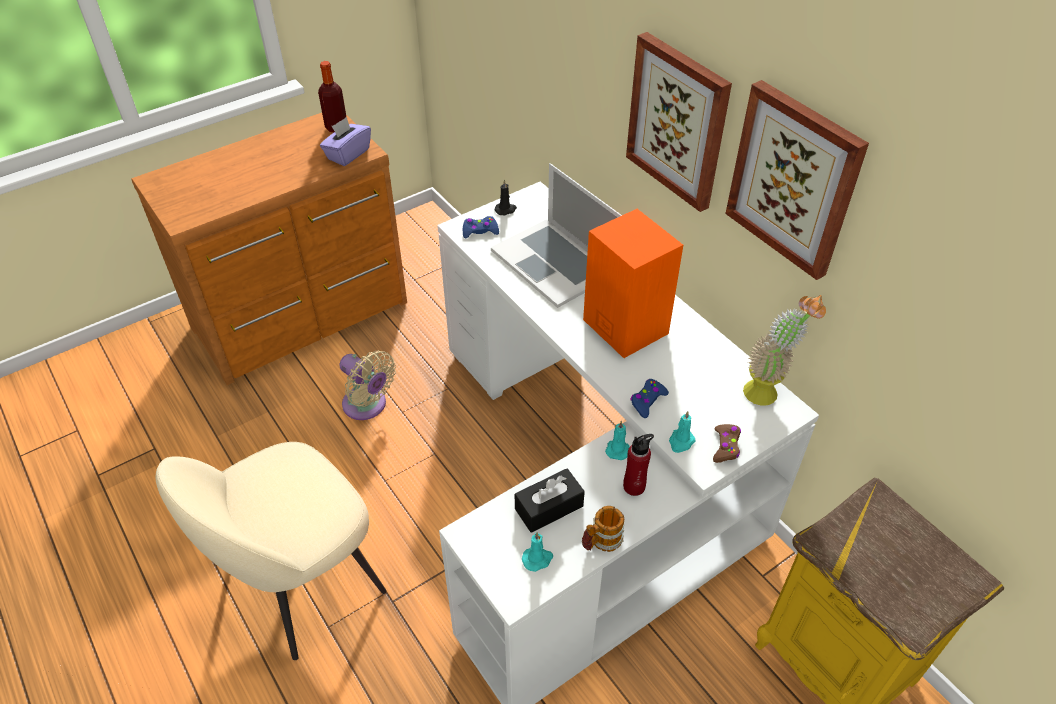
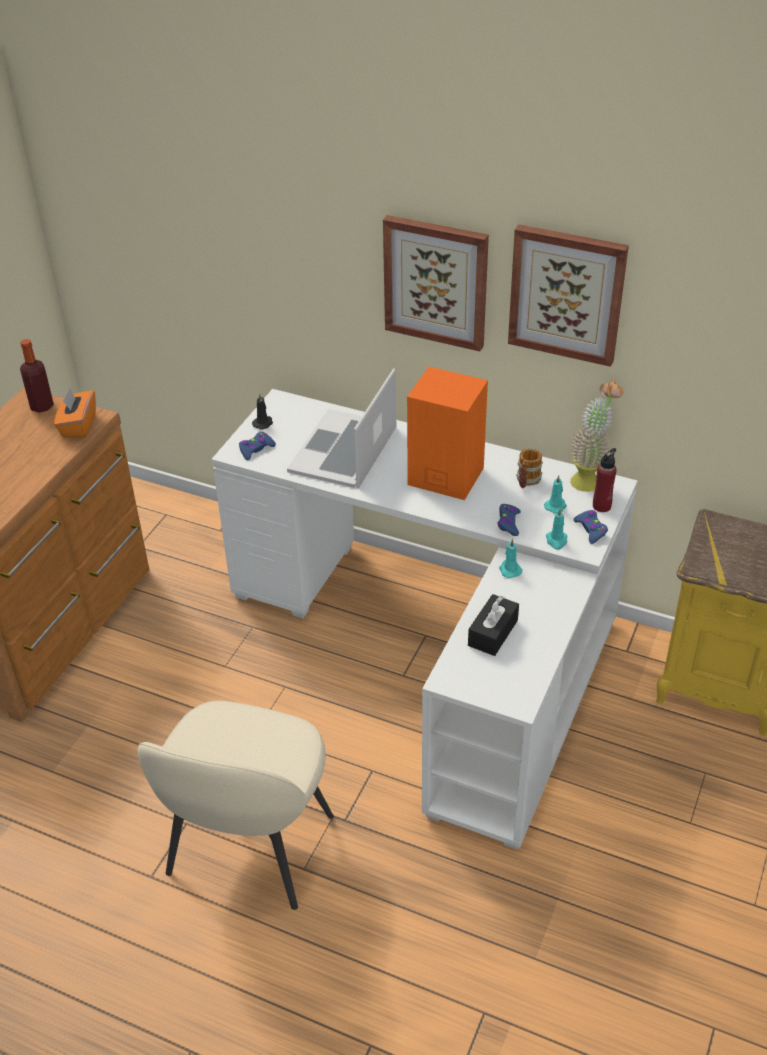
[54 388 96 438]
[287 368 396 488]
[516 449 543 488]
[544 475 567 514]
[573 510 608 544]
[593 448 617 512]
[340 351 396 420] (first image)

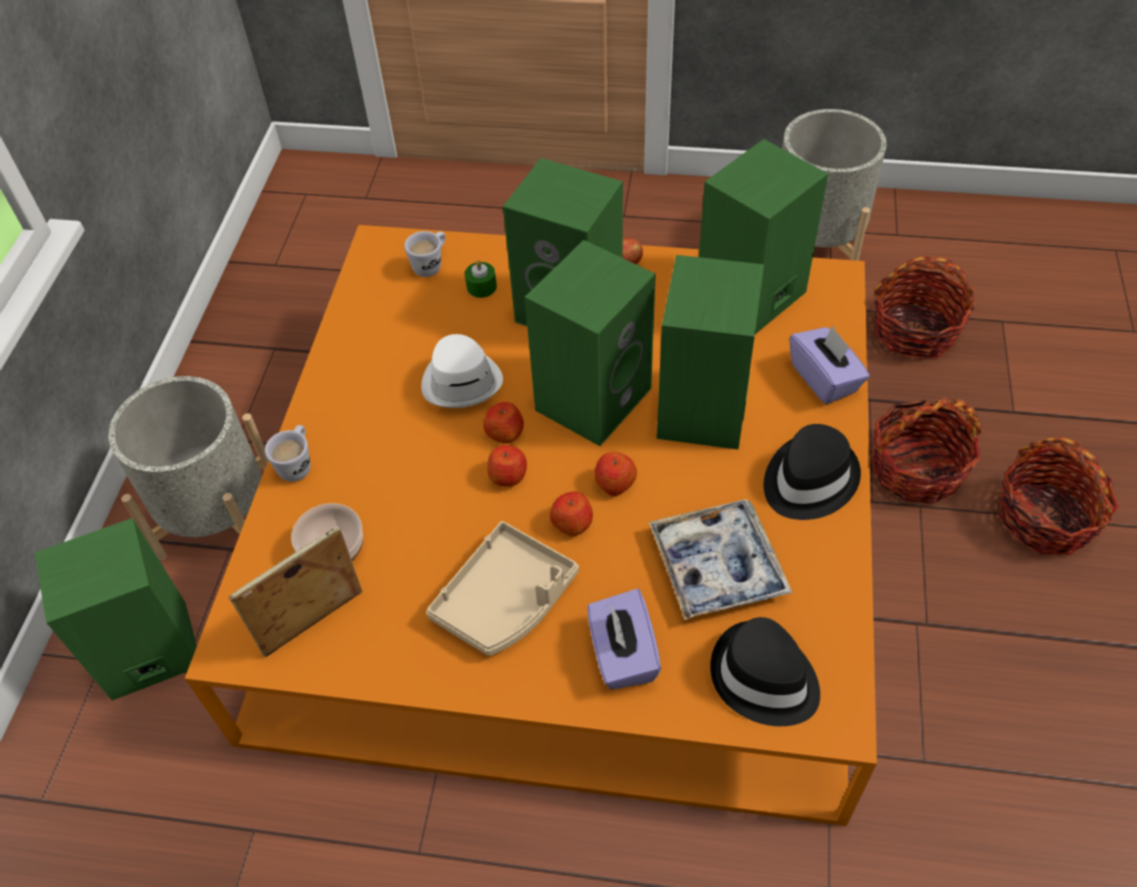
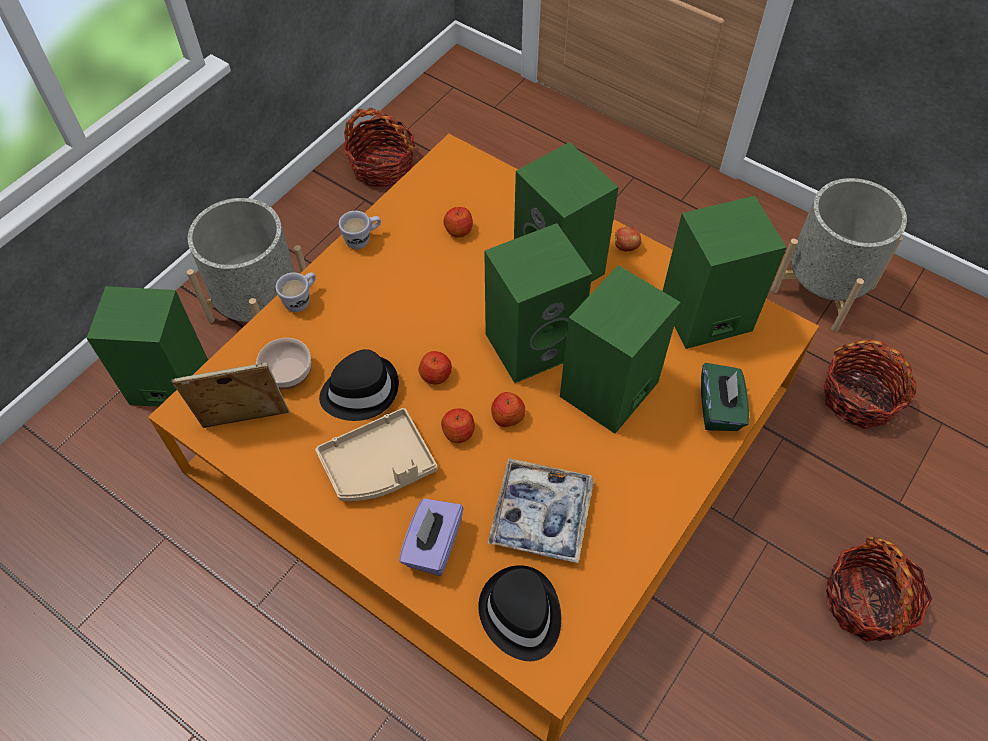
[319 349 399 421]
[339 211 381 249]
[343 107 415 187]
[443 207 473 238]
[701 363 749 431]
[421 334 503 408] (first image)
[465 260 497 298] (first image)

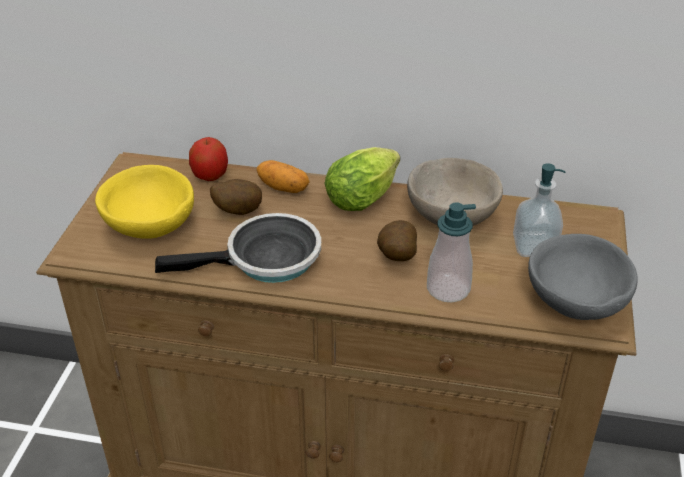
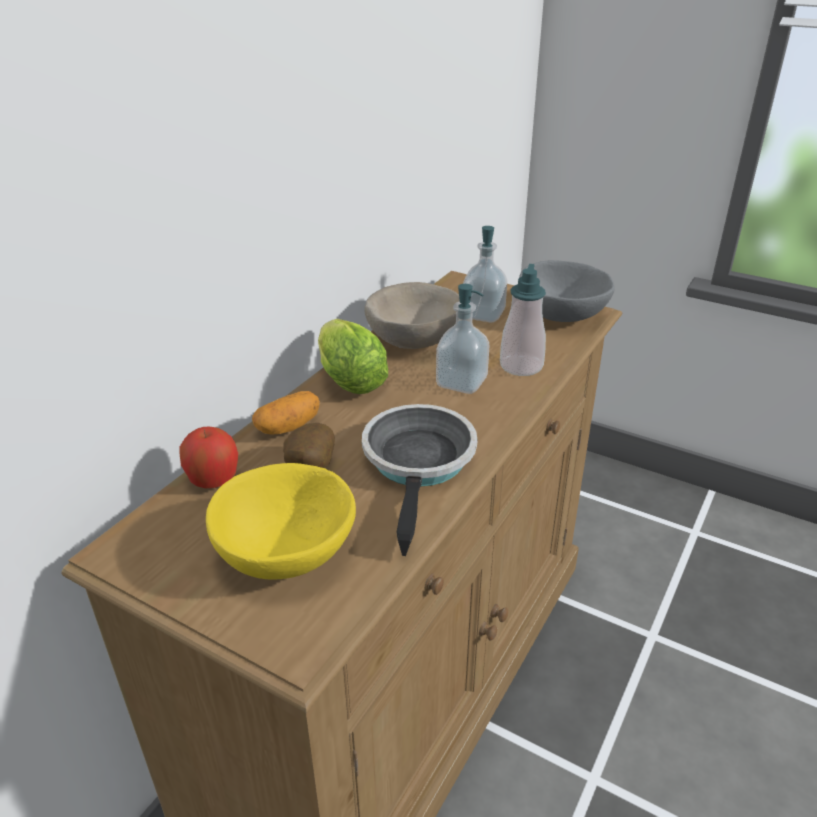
[436 284 489 394]

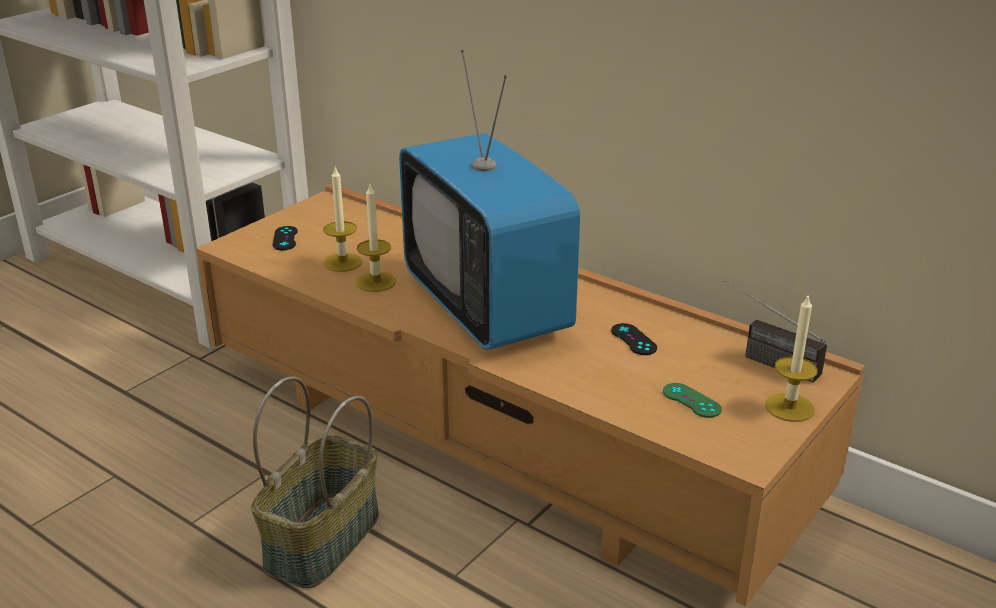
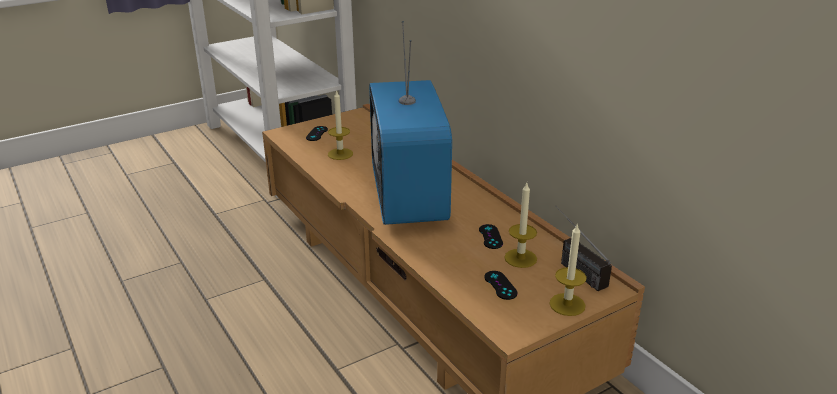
[484 271 518 300]
[504 183 537 268]
[251 377 379 588] (first image)

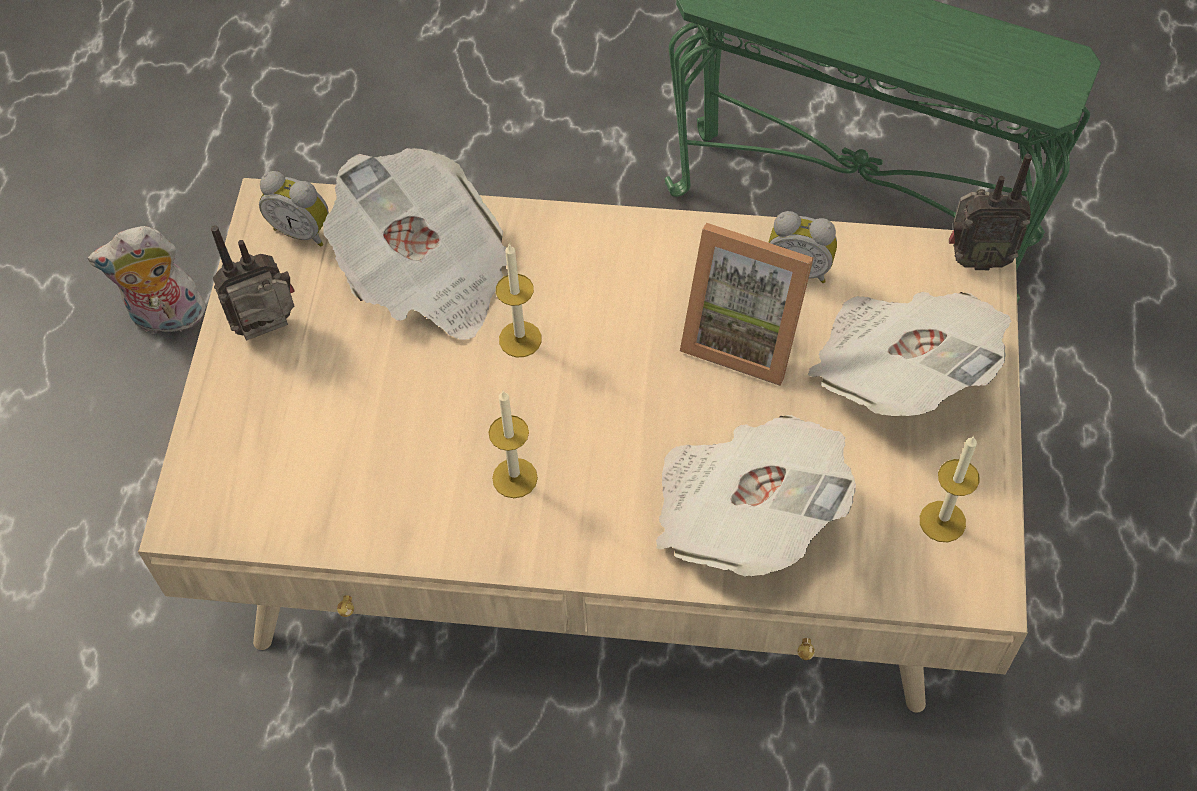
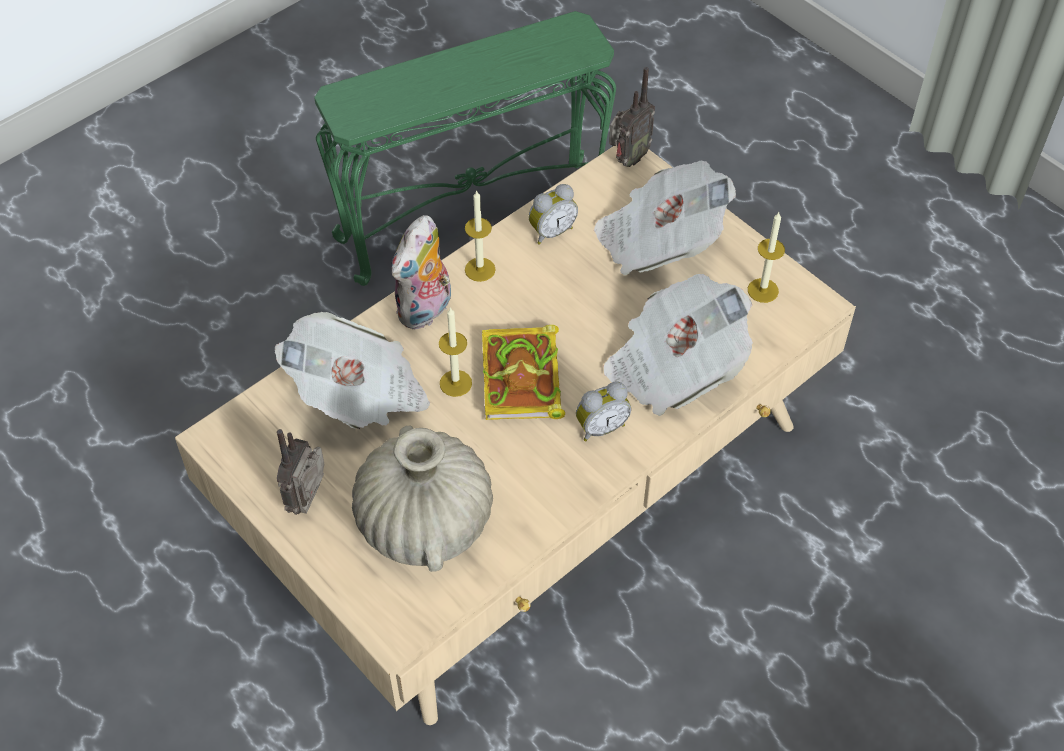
[352 425 493 572]
[391 215 451 330]
[465 190 496 282]
[482 325 565 420]
[576 381 631 441]
[680 223 814 386] (first image)

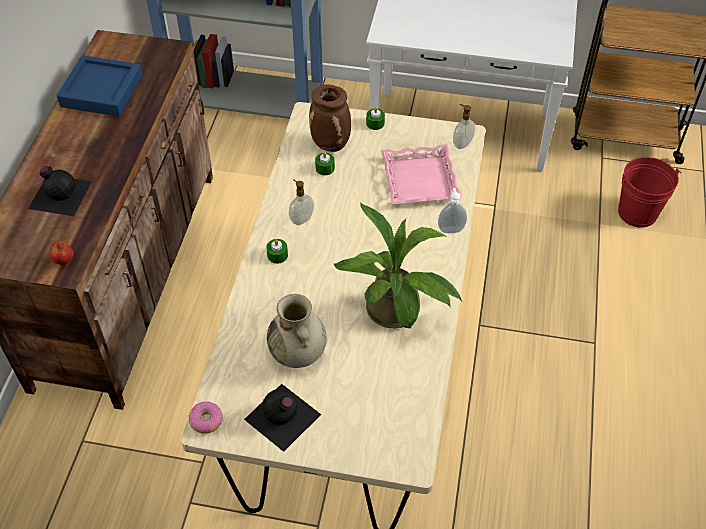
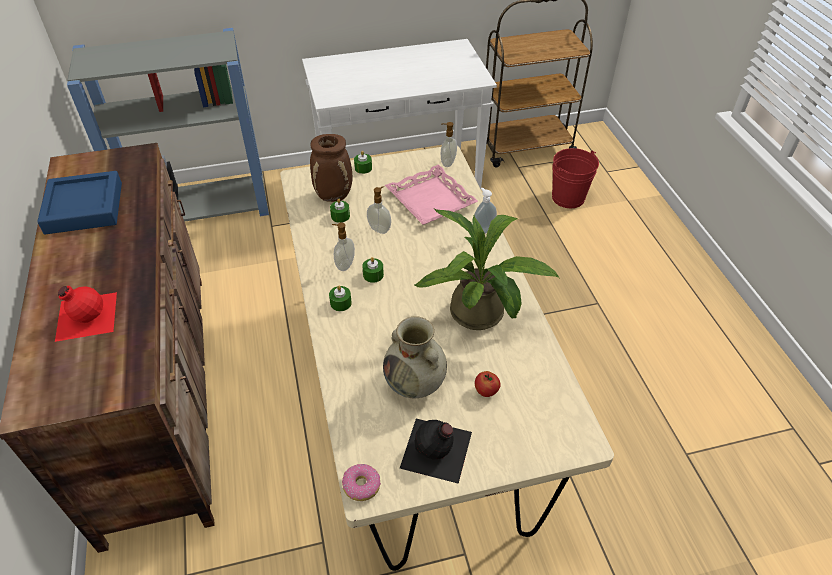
[55 286 117 342]
[362 257 384 283]
[367 186 391 234]
[475 371 500 397]

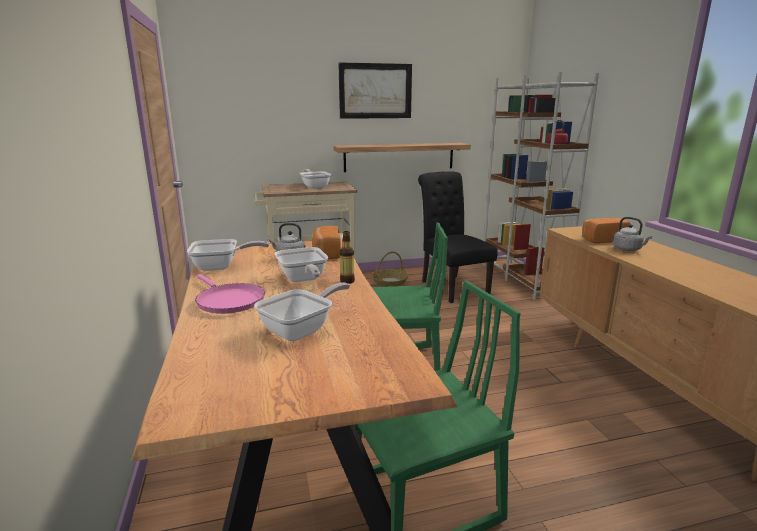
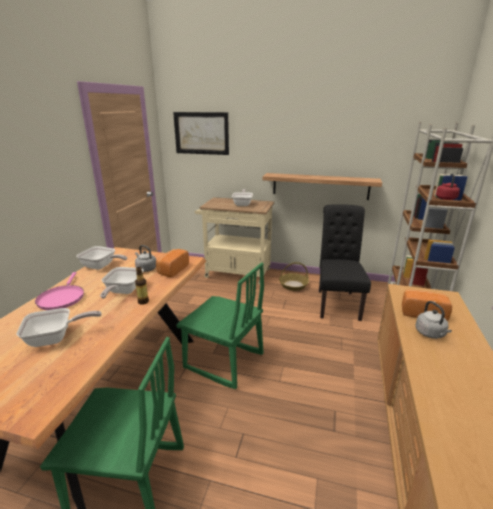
[173 112 229 155]

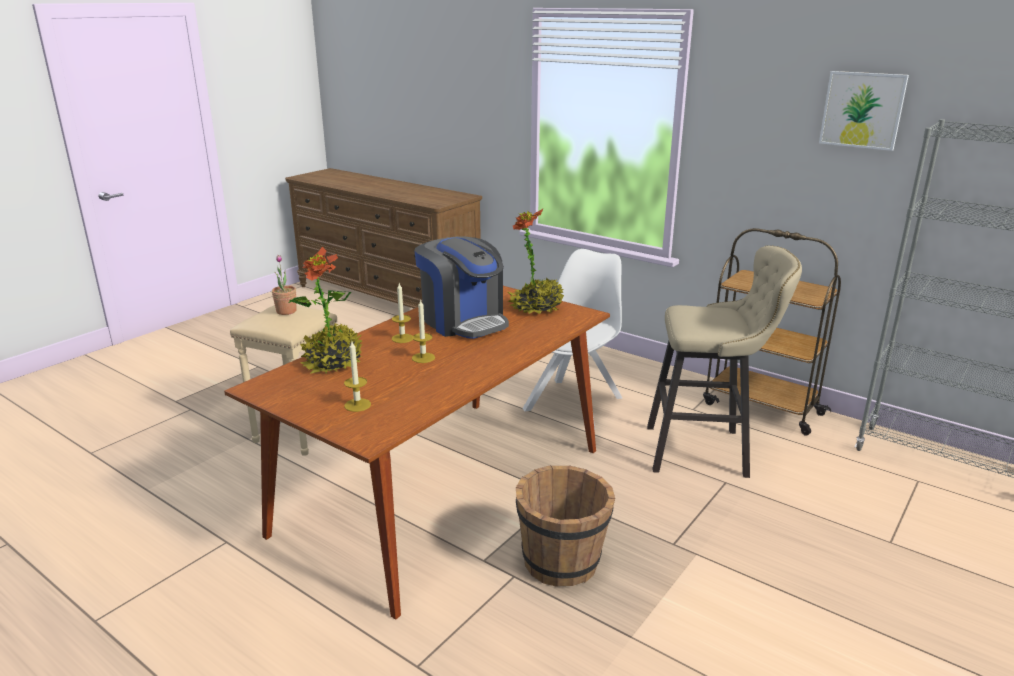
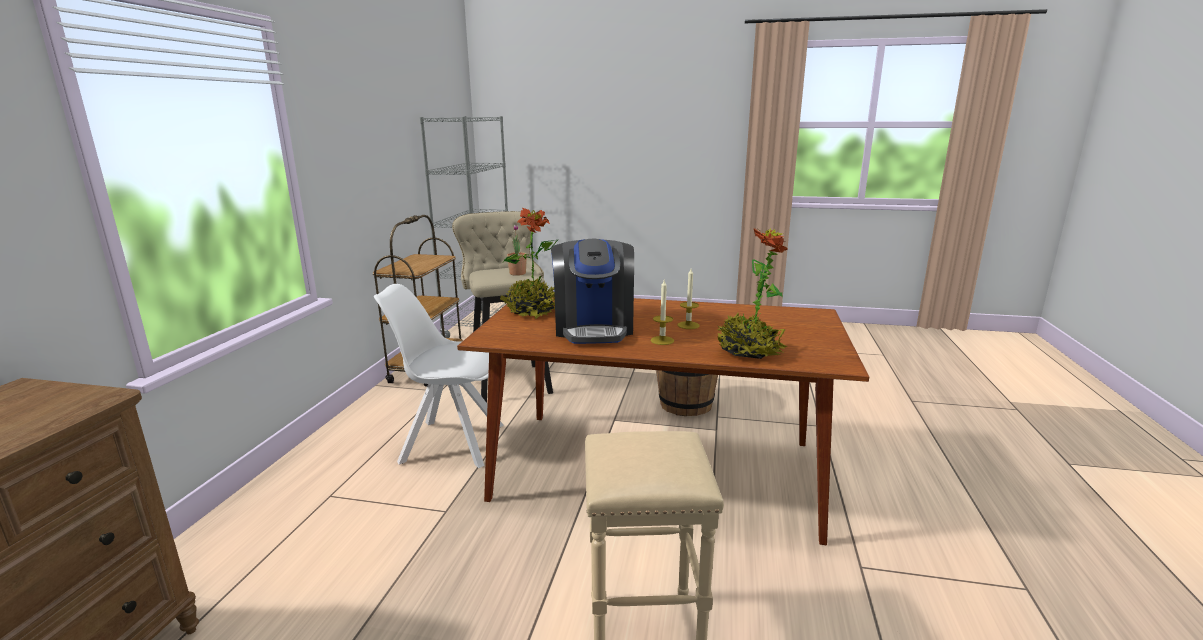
[507 224 527 276]
[551 239 634 344]
[344 341 371 412] (first image)
[819 71 909 151] (first image)

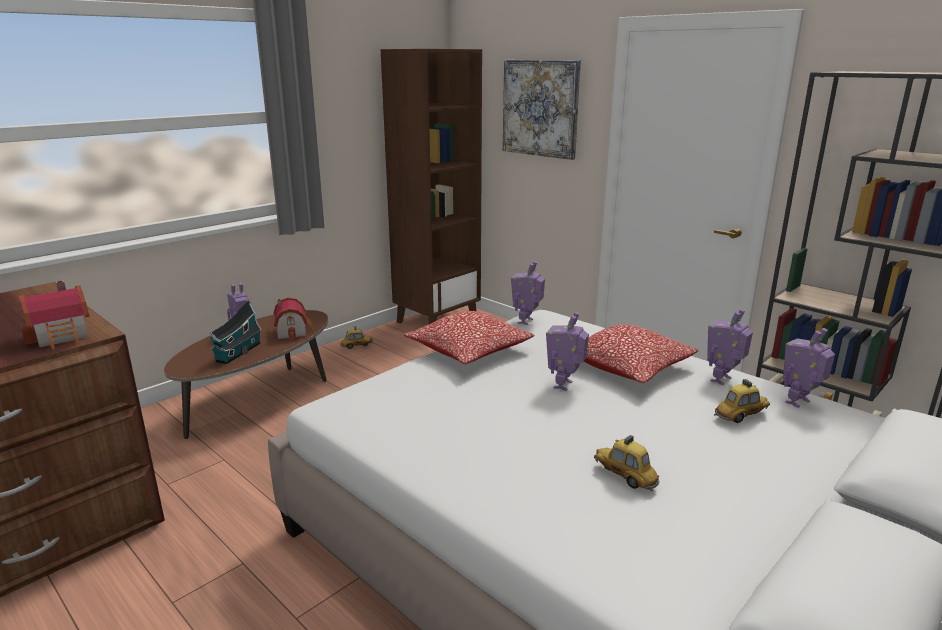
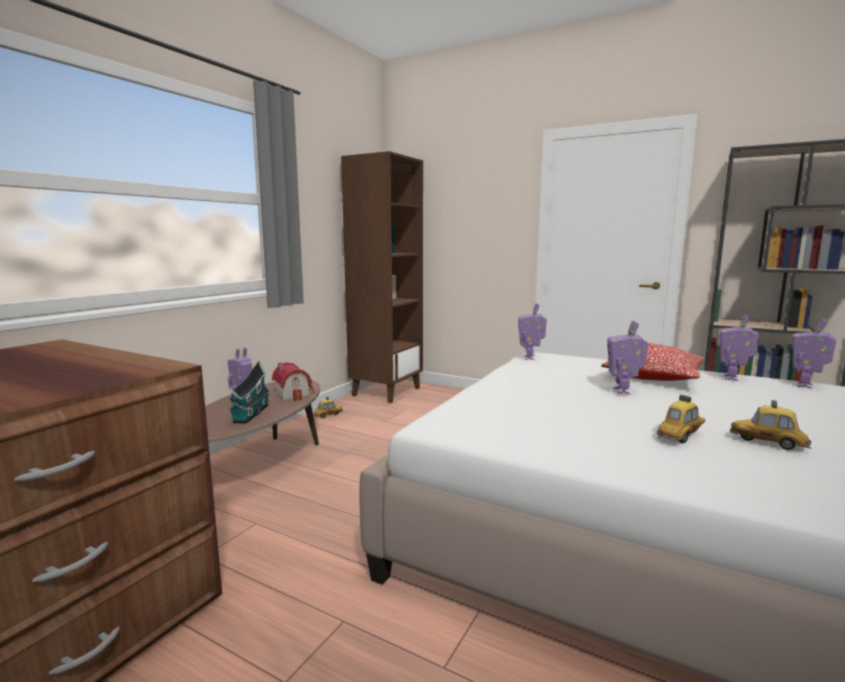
[657 394 705 443]
[19 280 90 349] (first image)
[404 311 534 364] (first image)
[503 60 581 160] (first image)

